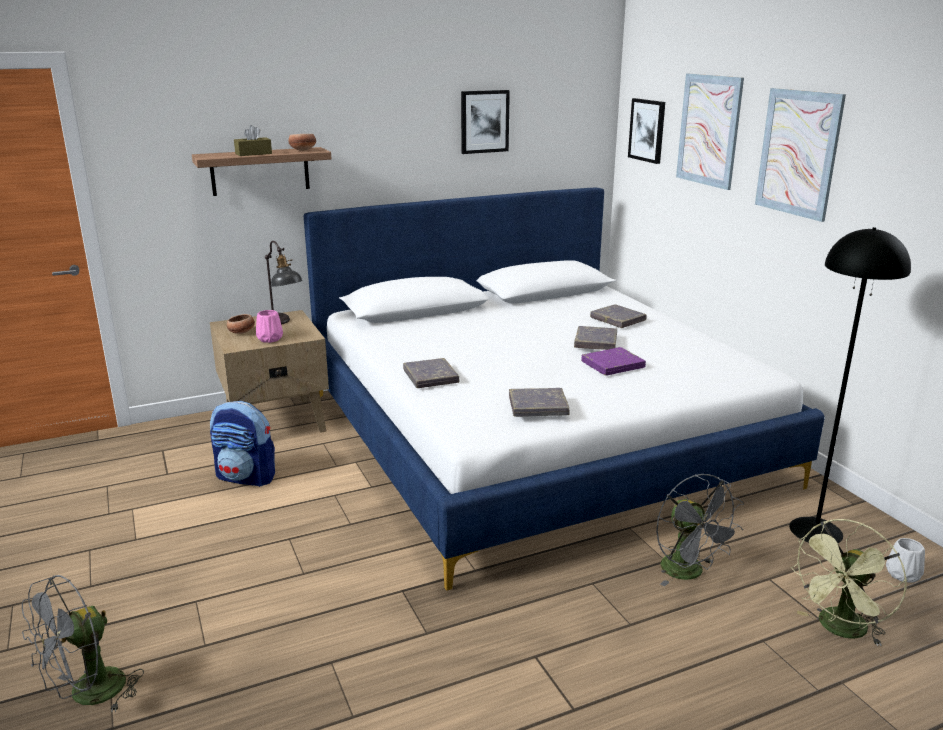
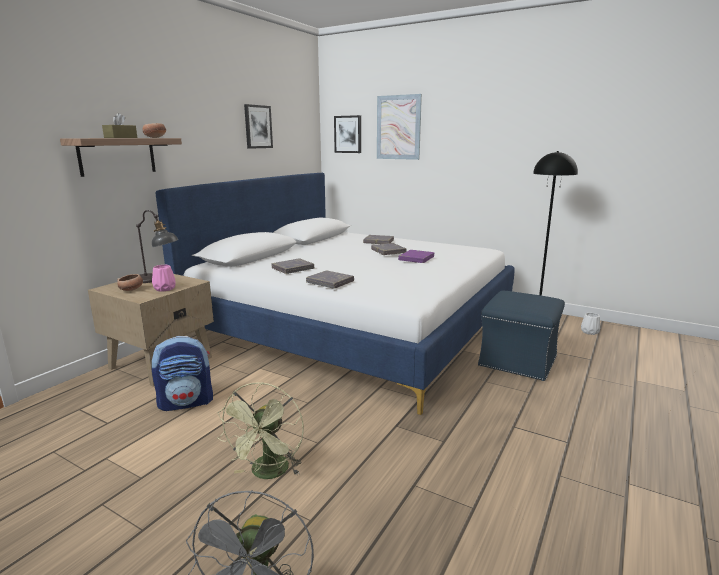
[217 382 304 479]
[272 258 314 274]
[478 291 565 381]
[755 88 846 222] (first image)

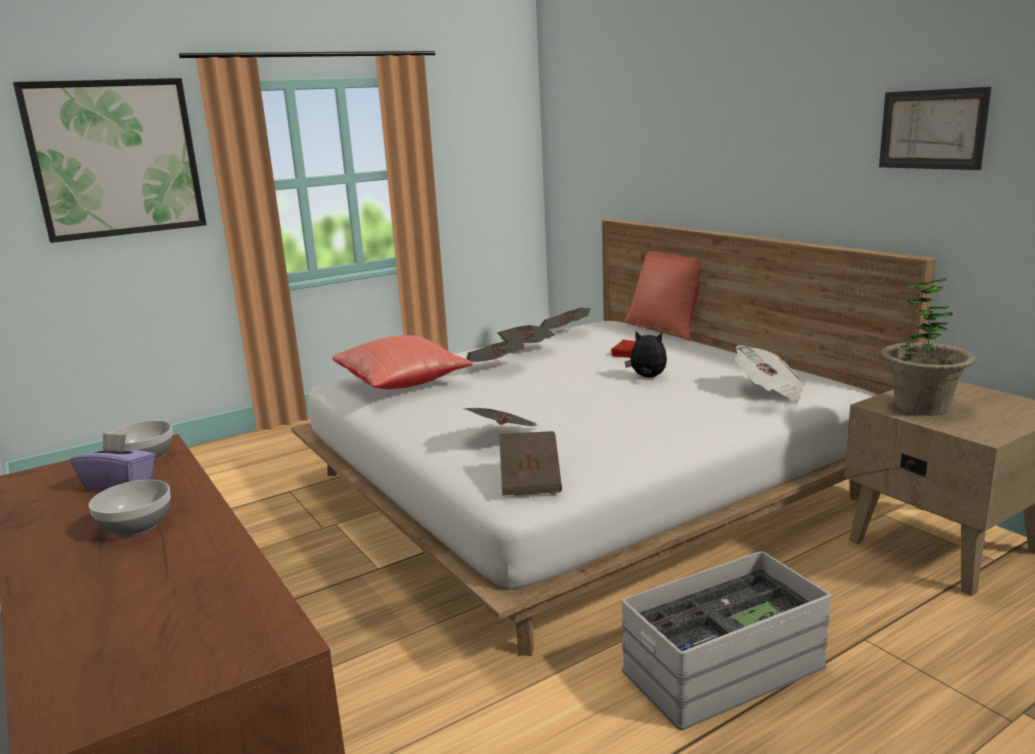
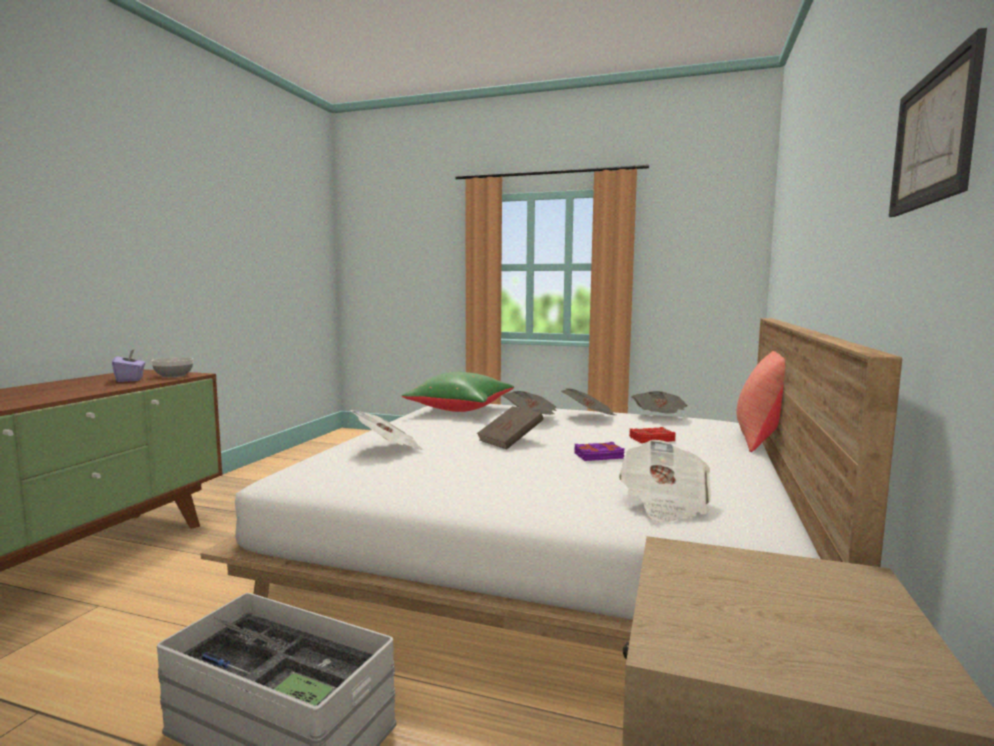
[402 372 514 412]
[477 406 543 449]
[574 442 625 461]
[13 78 206 243] (first image)
[89 480 171 537] (first image)
[881 278 976 416] (first image)

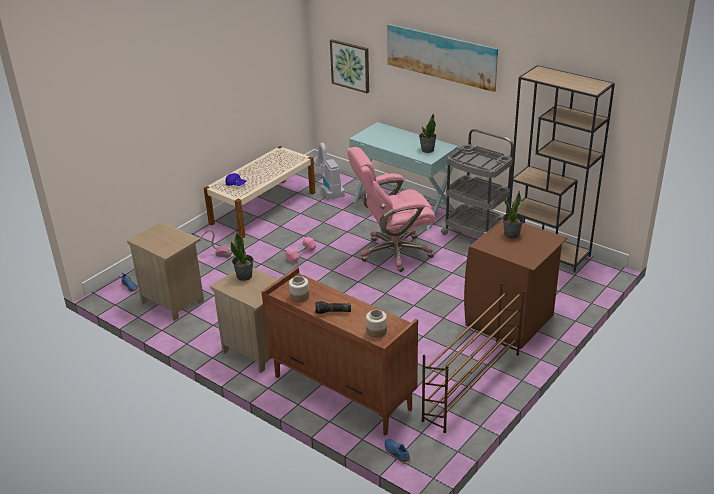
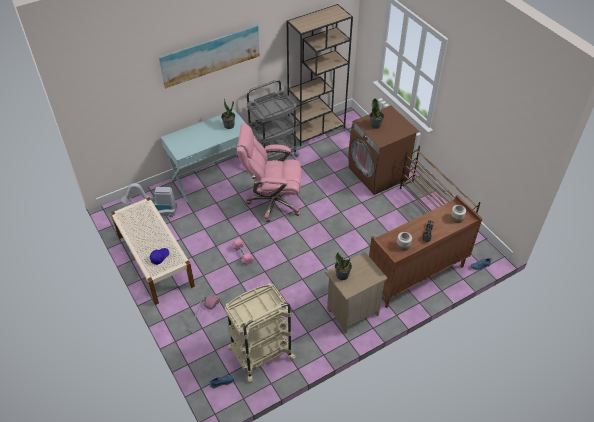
[225 283 296 383]
[237 123 302 222]
[330 39 369 93] (first image)

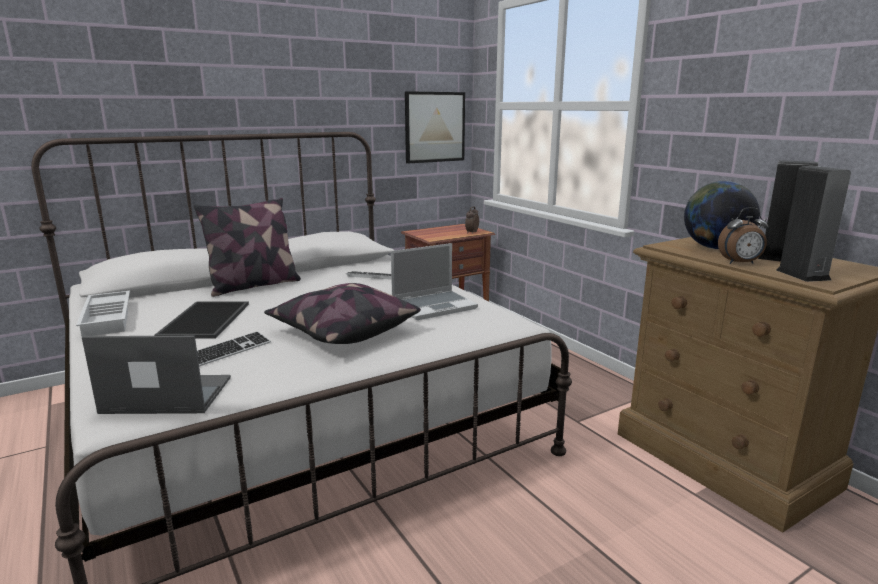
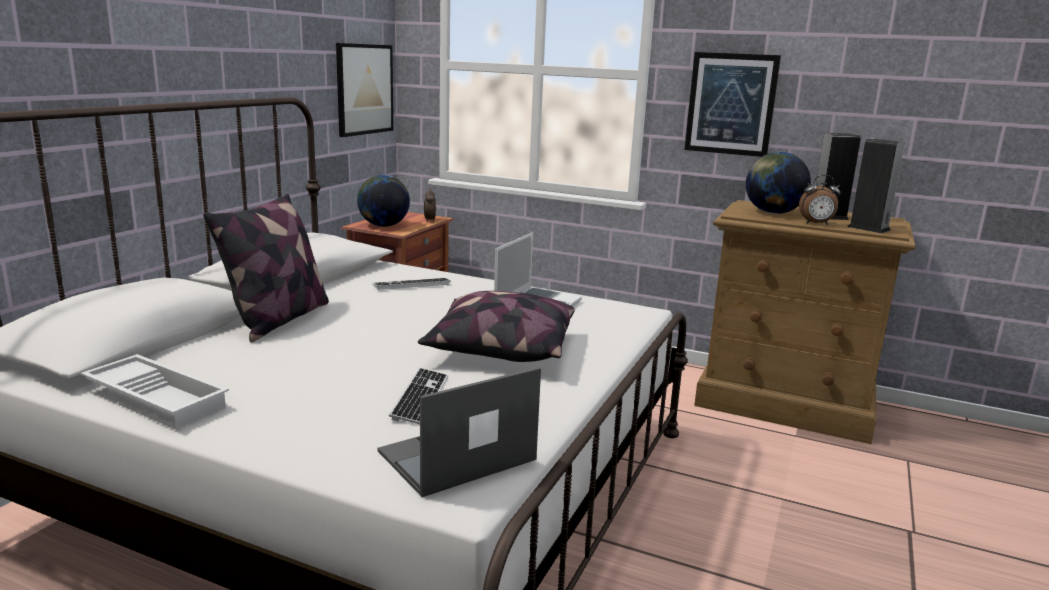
[357 175 410 227]
[684 52 781 157]
[799 175 841 225]
[154 301 249 338] (first image)

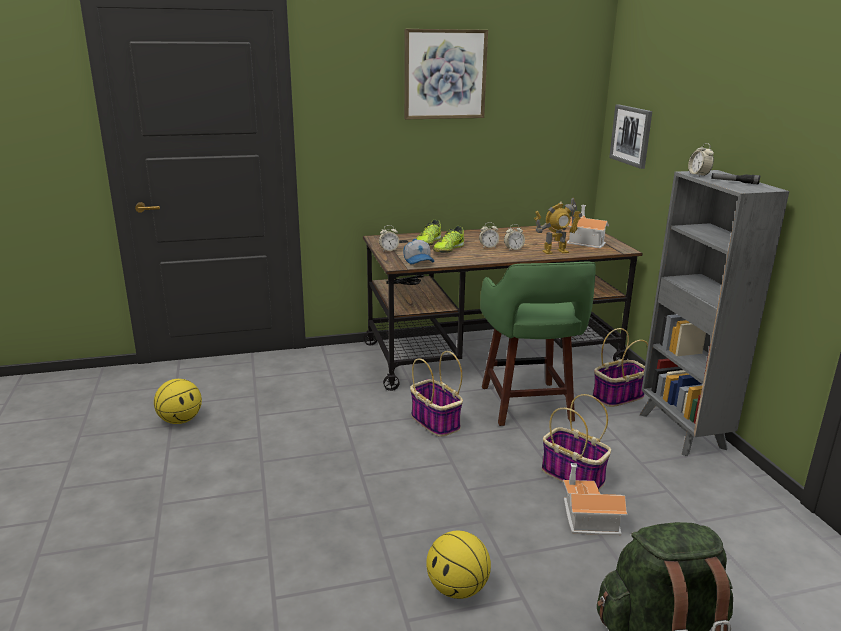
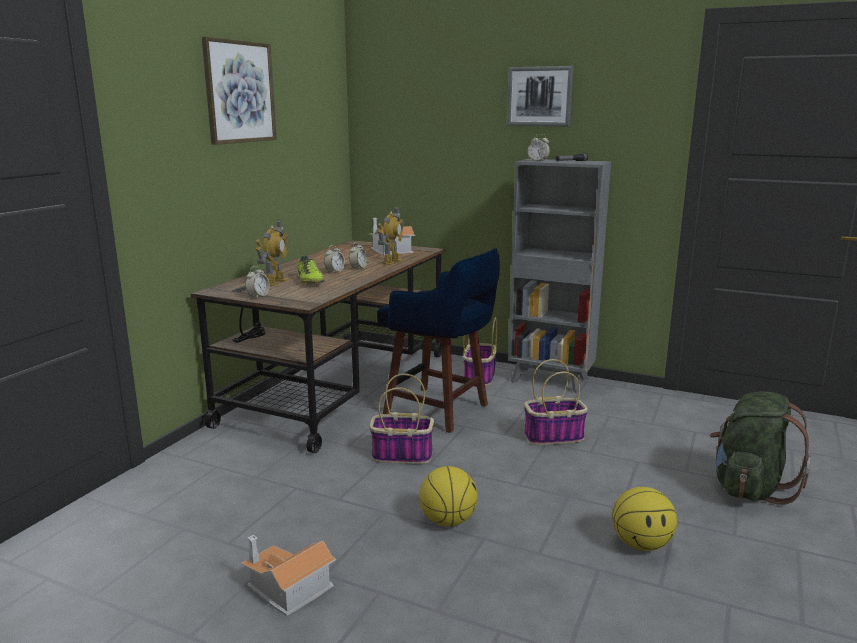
[241 535 336 616]
[255 220 289 286]
[377 248 500 433]
[419 466 478 527]
[507 66 574 126]
[403 239 434 264] (first image)

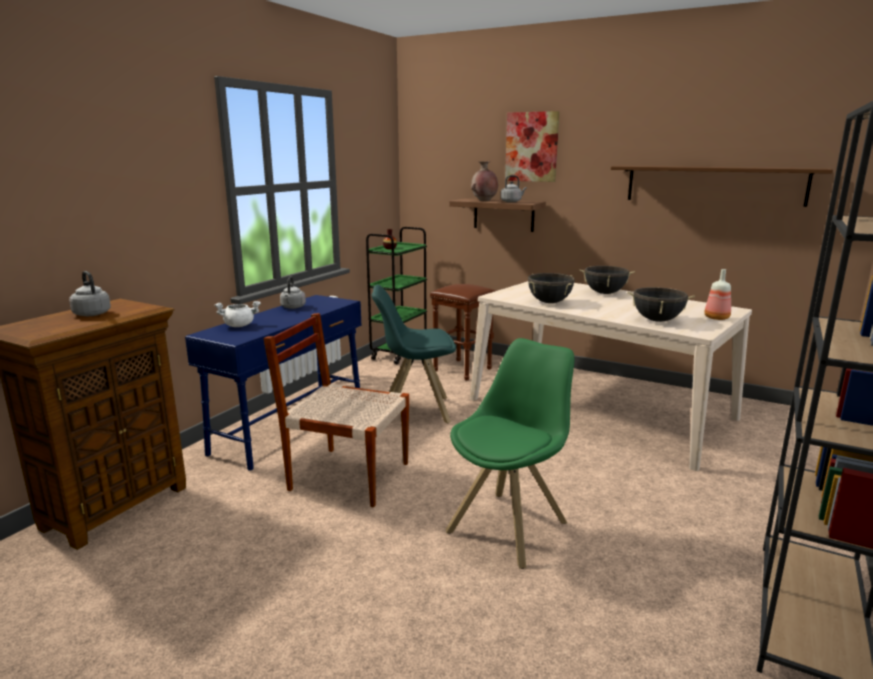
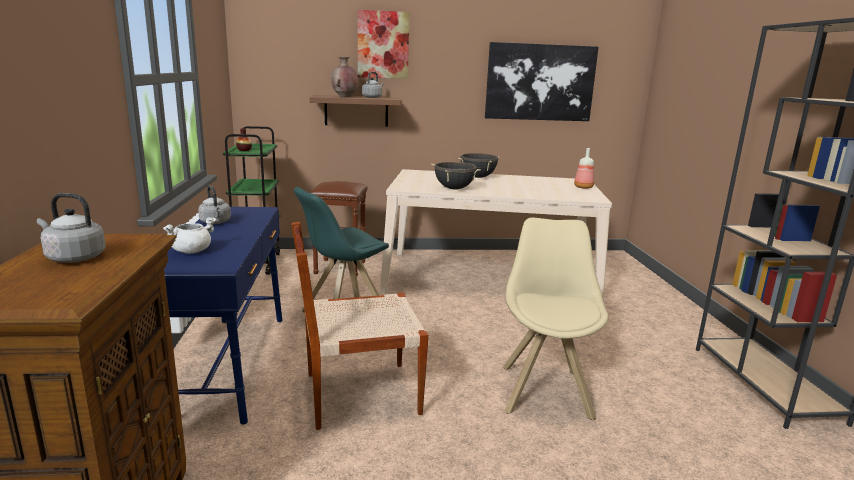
[485 42 598 121]
[503 218 609 420]
[627 287 695 322] (first image)

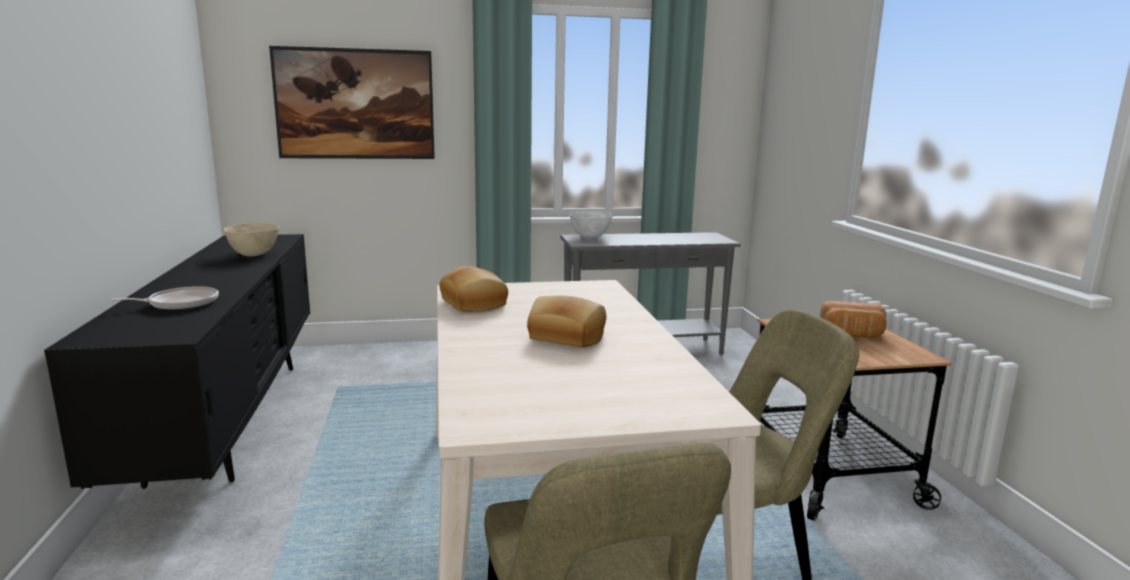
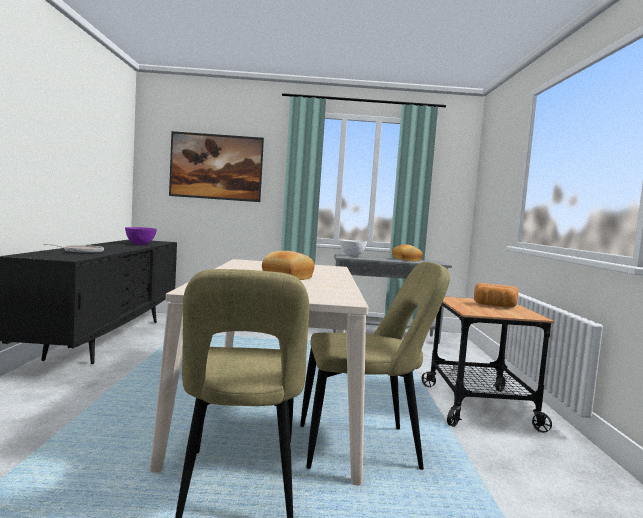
[125 227 157 245]
[392 244 423 261]

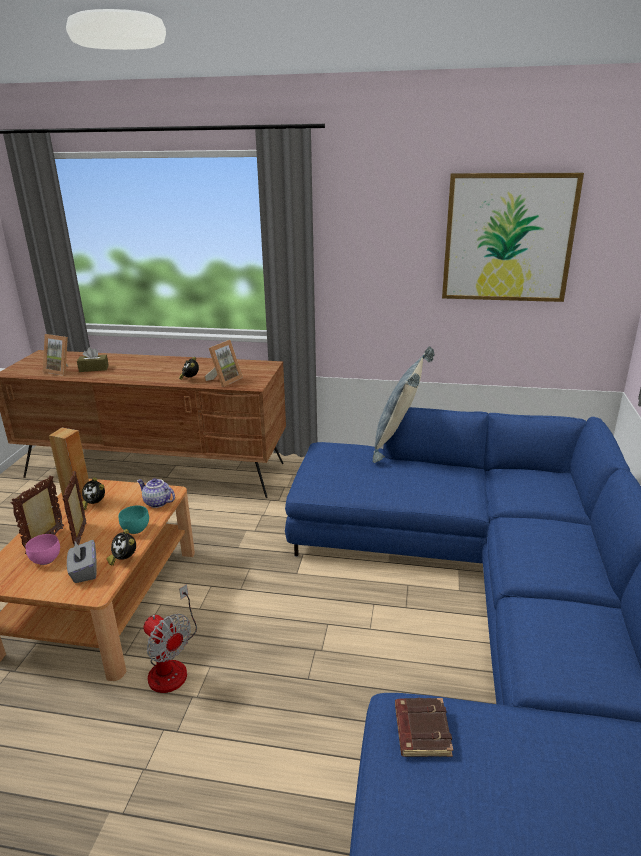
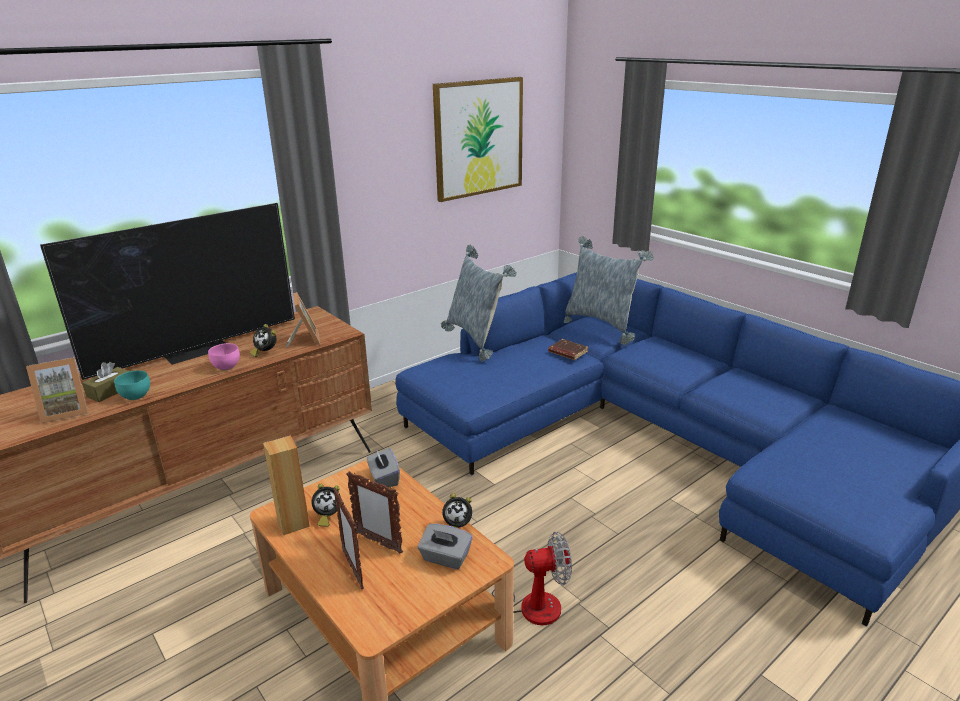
[40 203 295 380]
[114 370 150 400]
[208 343 240 370]
[367 448 400 488]
[548 339 588 360]
[563 236 654 345]

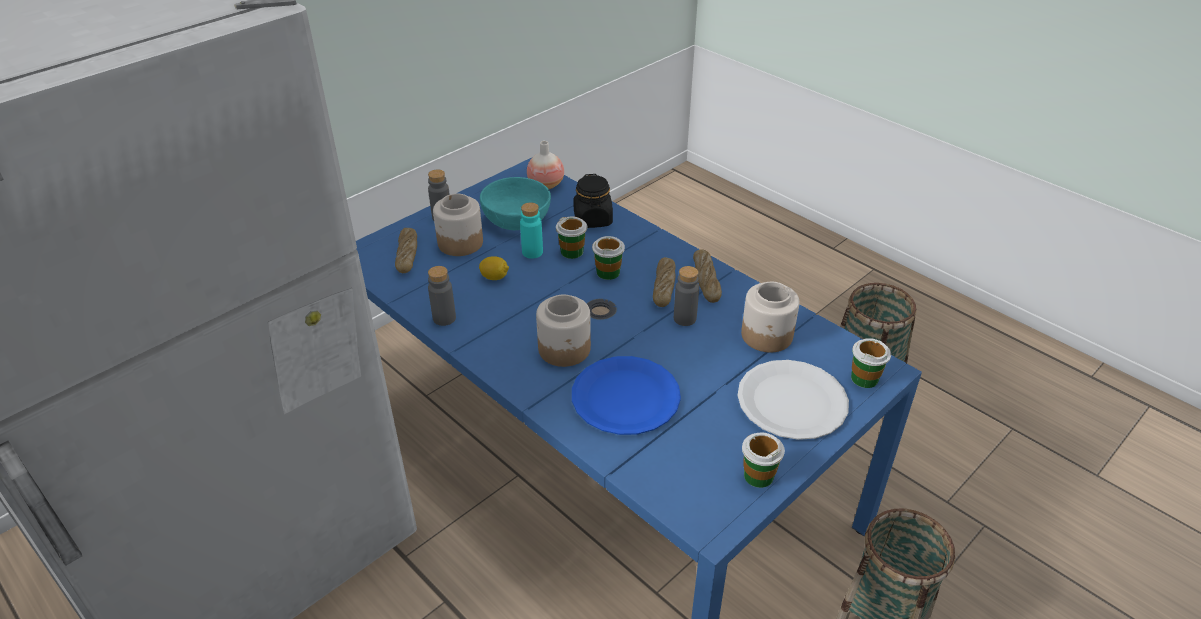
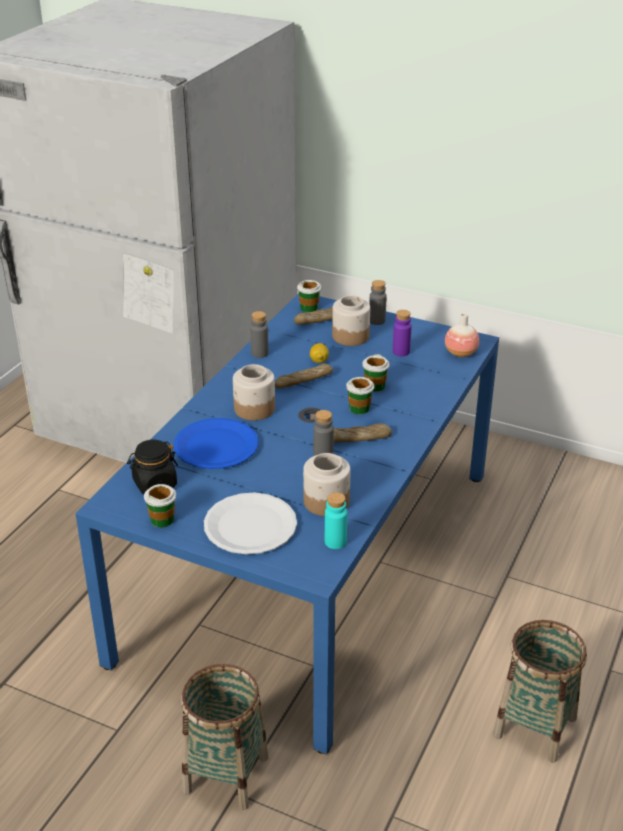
[127 439 178 495]
[275 364 333 389]
[297 280 321 312]
[325 492 347 549]
[393 310 411 356]

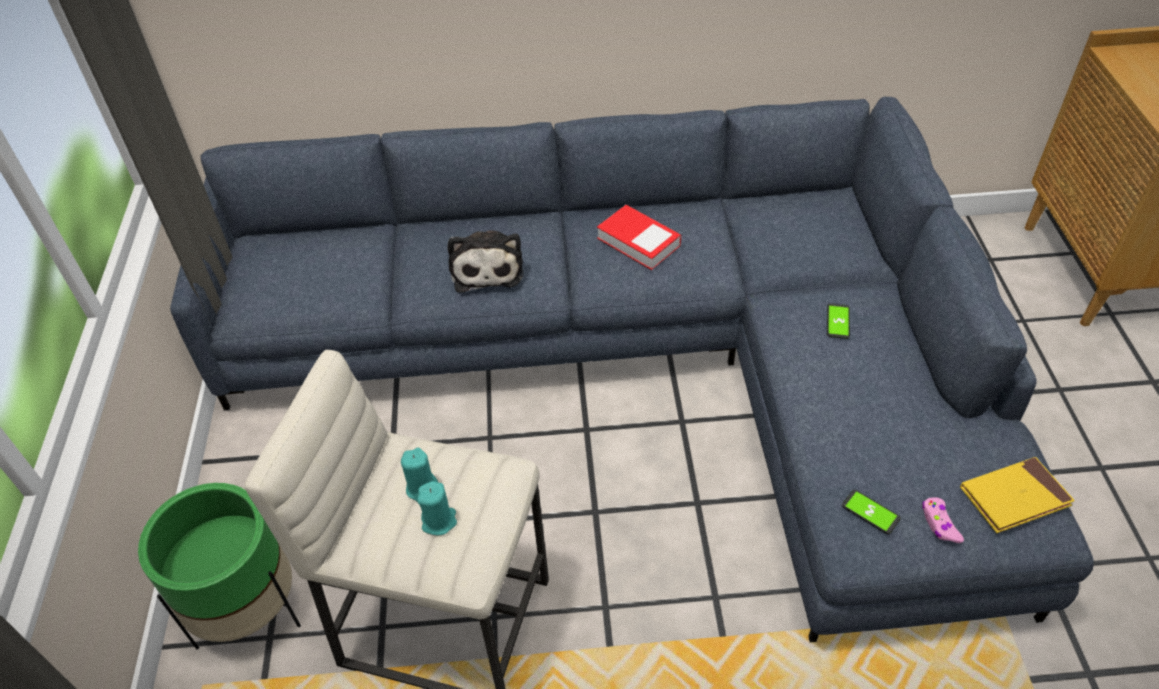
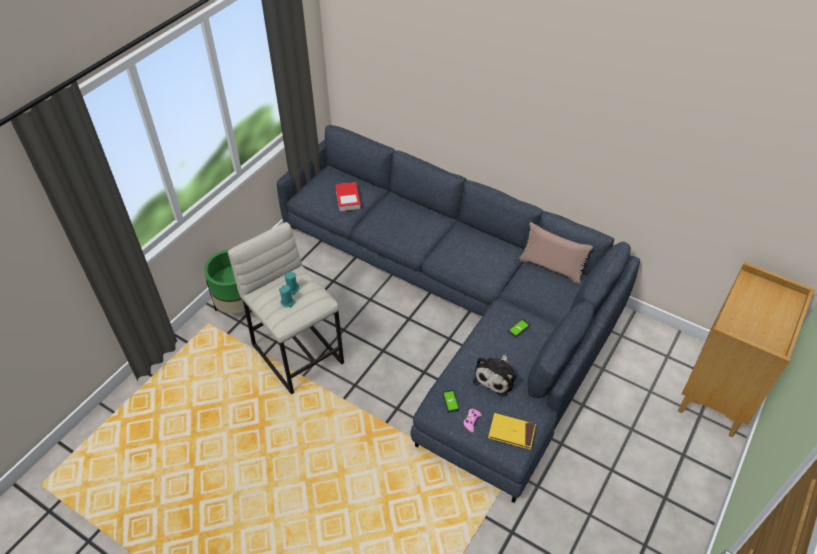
[335 182 361 212]
[473 355 517 396]
[519 222 593 284]

